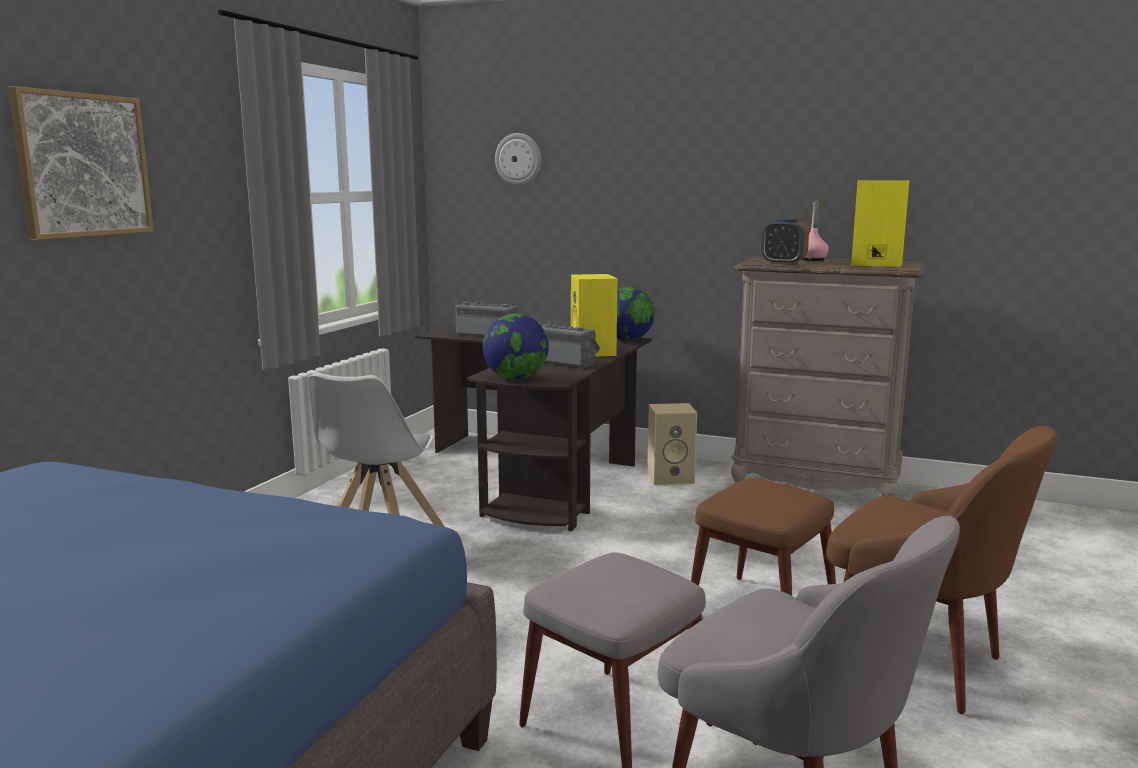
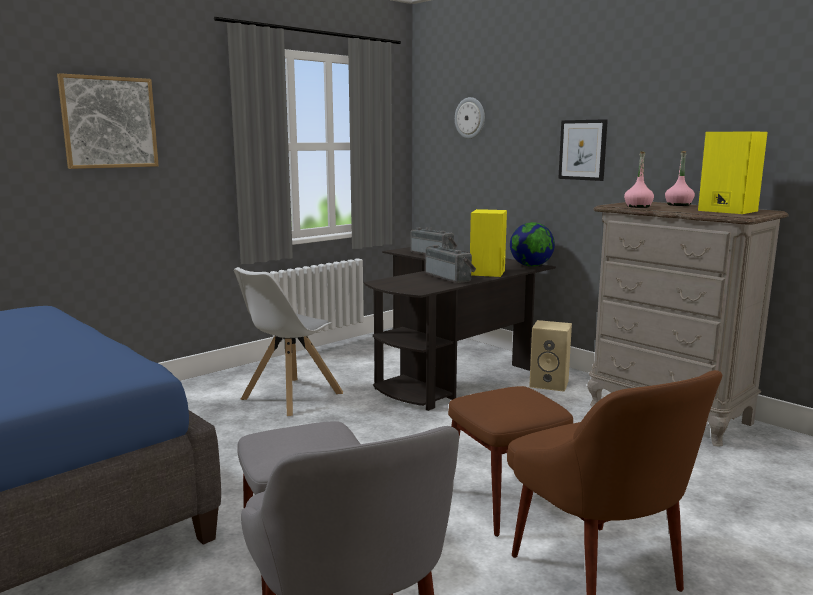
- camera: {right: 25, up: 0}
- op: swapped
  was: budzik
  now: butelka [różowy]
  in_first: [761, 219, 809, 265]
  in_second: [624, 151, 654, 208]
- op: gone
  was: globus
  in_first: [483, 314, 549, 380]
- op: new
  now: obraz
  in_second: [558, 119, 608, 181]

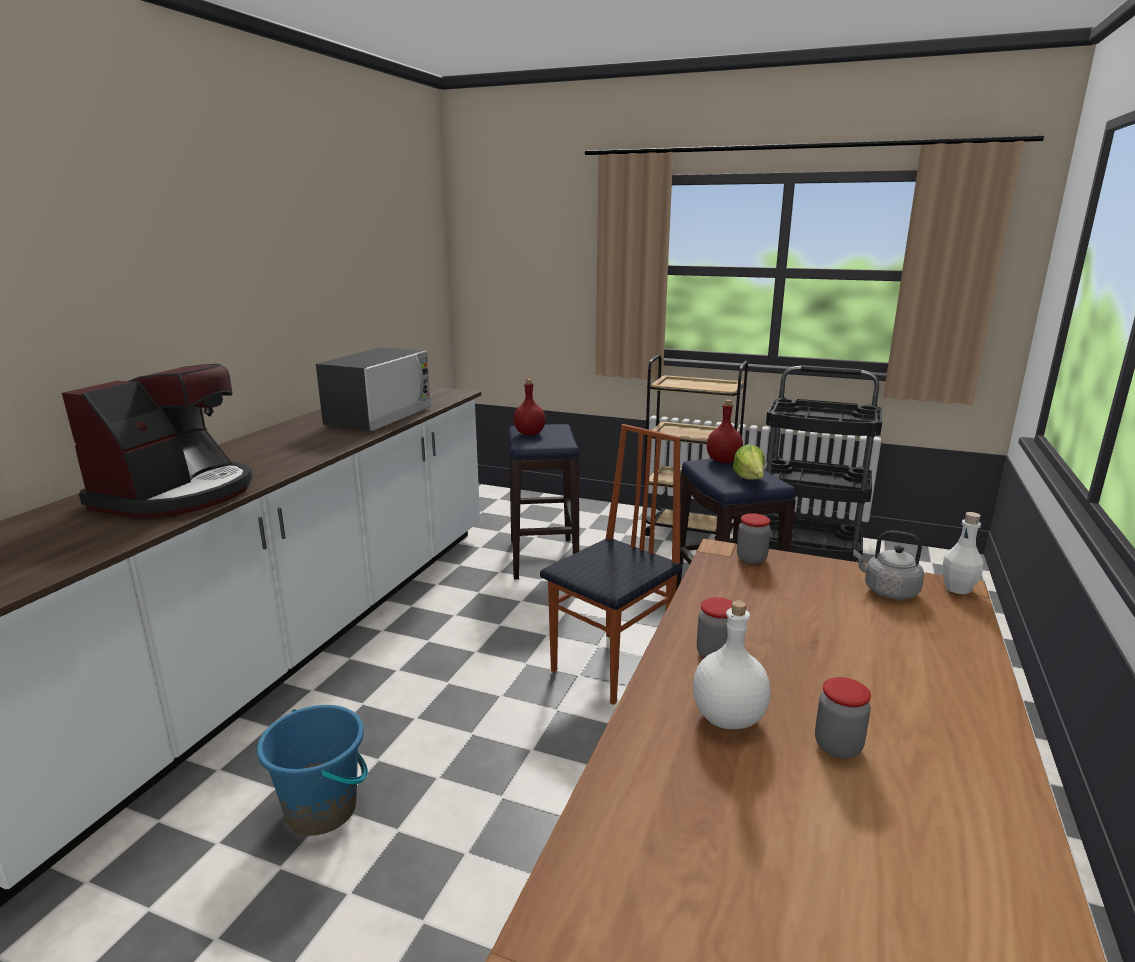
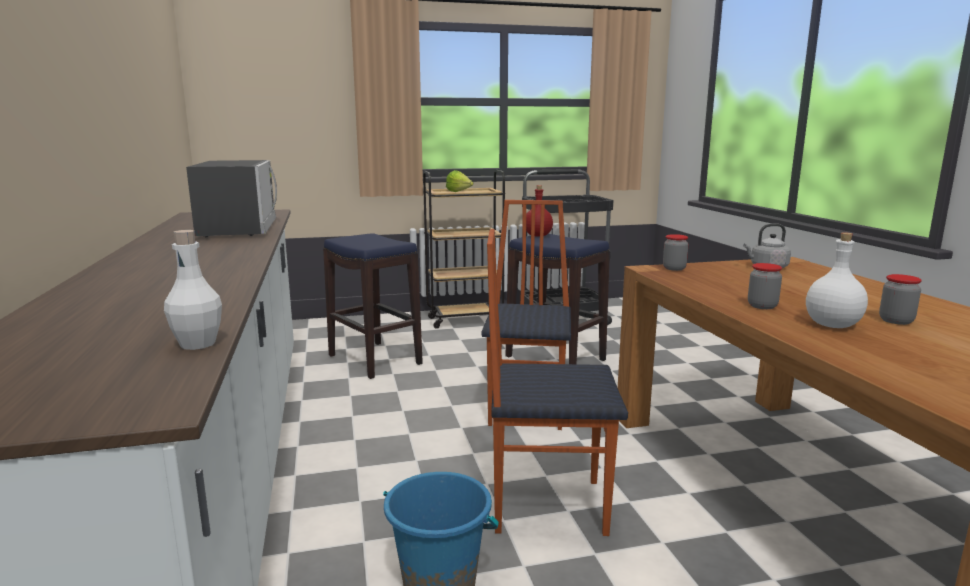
- camera: {right: -35, up: -5}
- op: gone
  was: ekspres do kawy
  in_first: [62, 364, 252, 518]
- op: gone
  was: butelka [czerwony]
  in_first: [513, 379, 546, 435]
- op: shifted
  was: sałata
  in_first: [733, 444, 765, 480]
  in_second: [446, 170, 473, 192]
- op: shifted
  was: butelka [biały]
  in_first: [943, 512, 983, 594]
  in_second: [164, 230, 222, 350]
- op: new
  now: krzesło
  in_second: [487, 229, 628, 536]

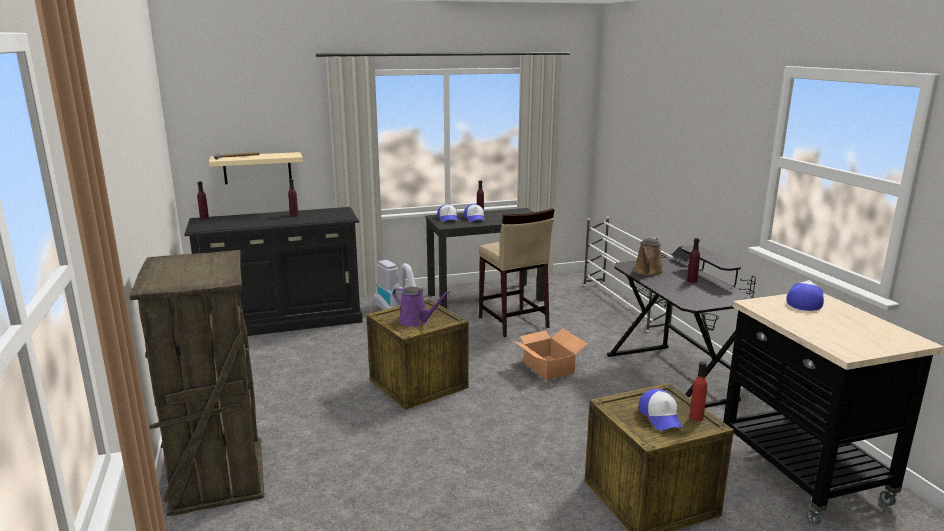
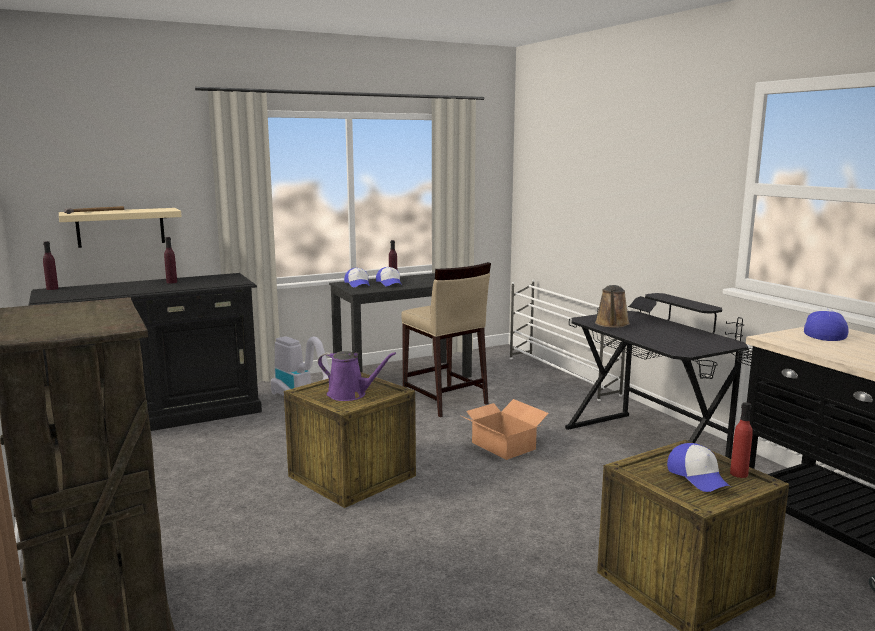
- camera: {right: -10, up: -5}
- op: gone
  was: butelka [fioletowy]
  in_first: [687, 238, 700, 283]

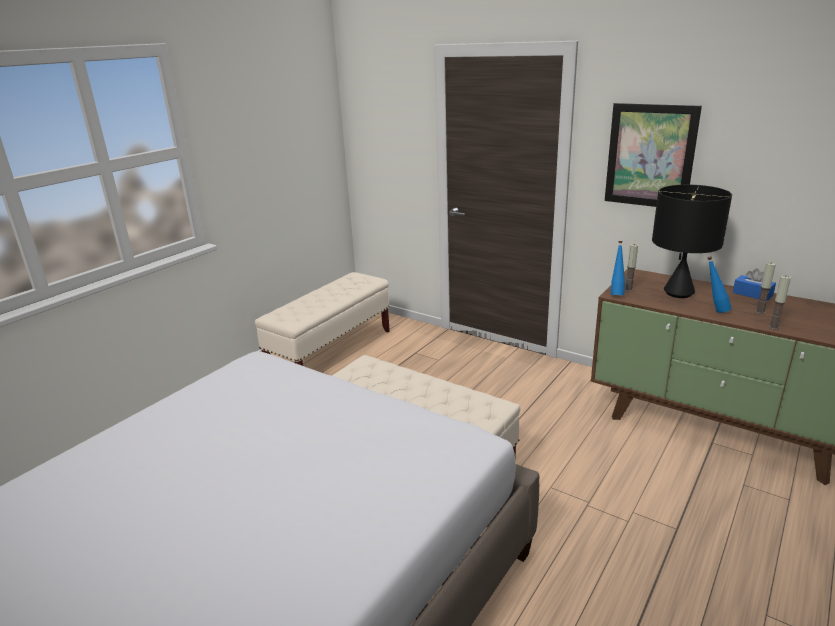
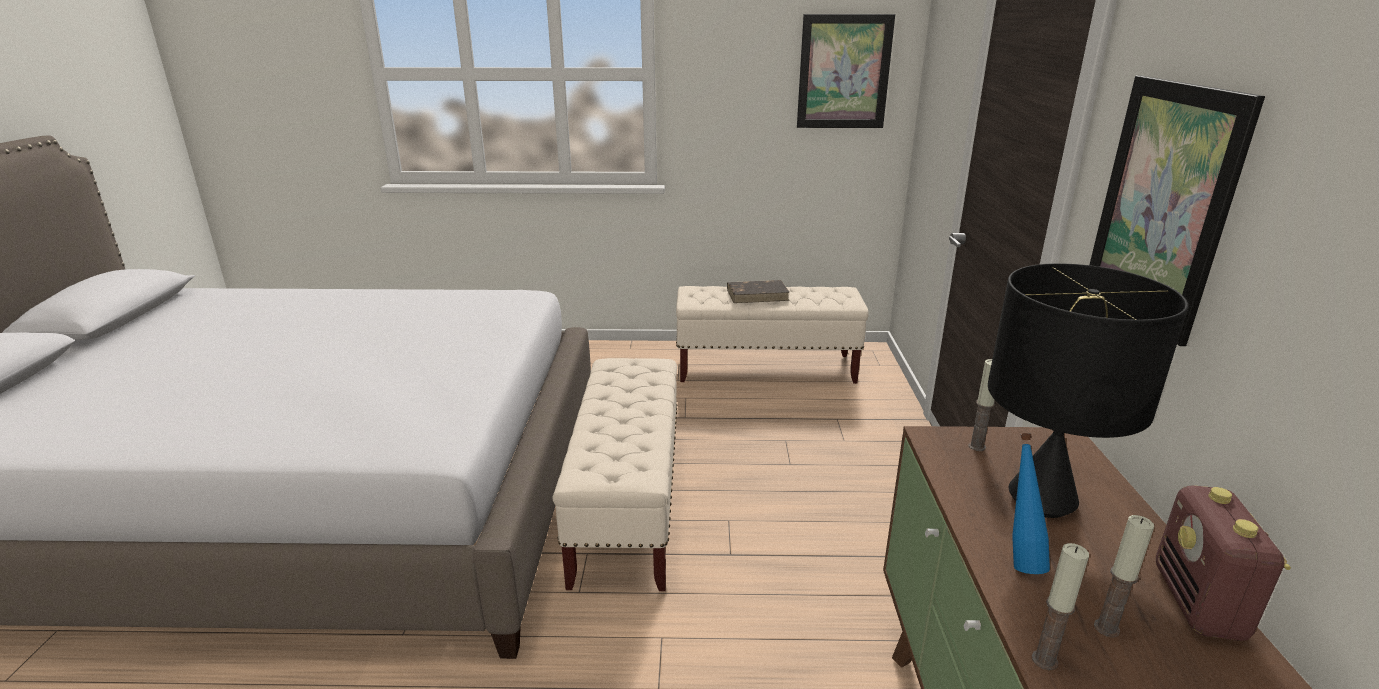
- camera: {right: 55, up: 0}
- op: gone
  was: butelka [niebieski]
  in_first: [611, 241, 625, 295]
- op: swapped
  was: pudełko chusteczek [niebieski]
  now: radio
  in_first: [733, 268, 776, 301]
  in_second: [1156, 485, 1291, 641]
- op: new
  now: obraz
  in_second: [797, 14, 895, 128]
- op: new
  now: książka [brązowy]
  in_second: [727, 280, 790, 303]

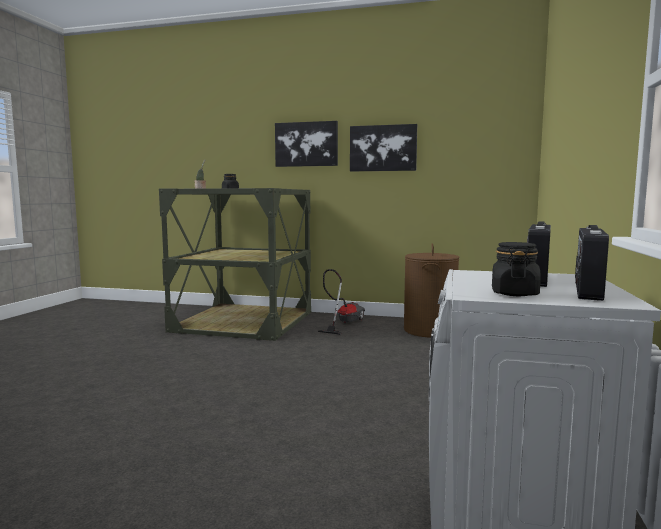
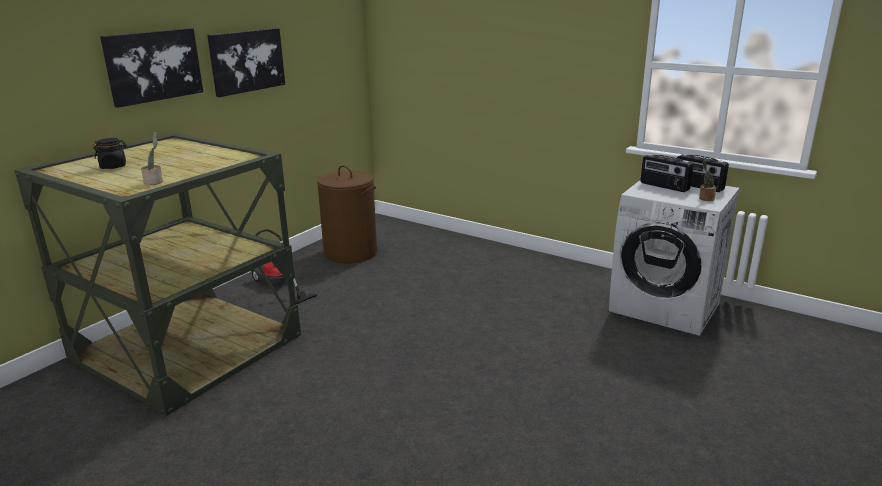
- camera: {right: -70, up: 15}
- op: swapped
  was: słoik [czarny]
  now: roślina doniczkowa
  in_first: [492, 242, 541, 296]
  in_second: [699, 158, 716, 201]

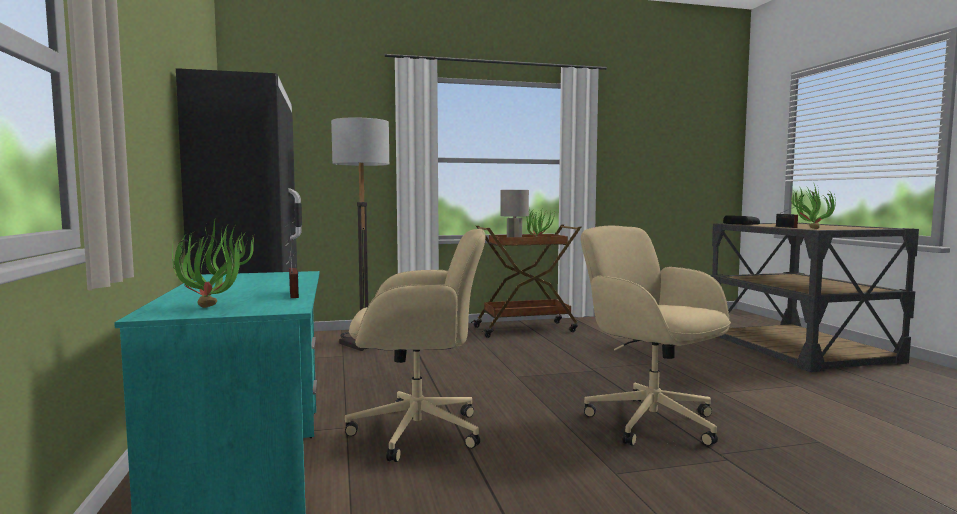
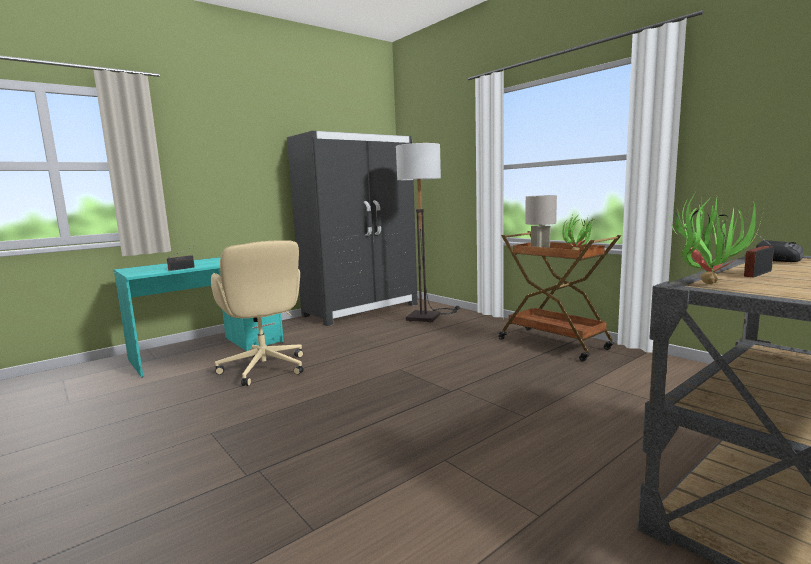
- camera: {right: 65, up: 5}
- op: gone
  was: roślina doniczkowa
  in_first: [172, 220, 255, 308]
- op: gone
  was: krzesło biurowe [beżowy]
  in_first: [581, 226, 731, 446]

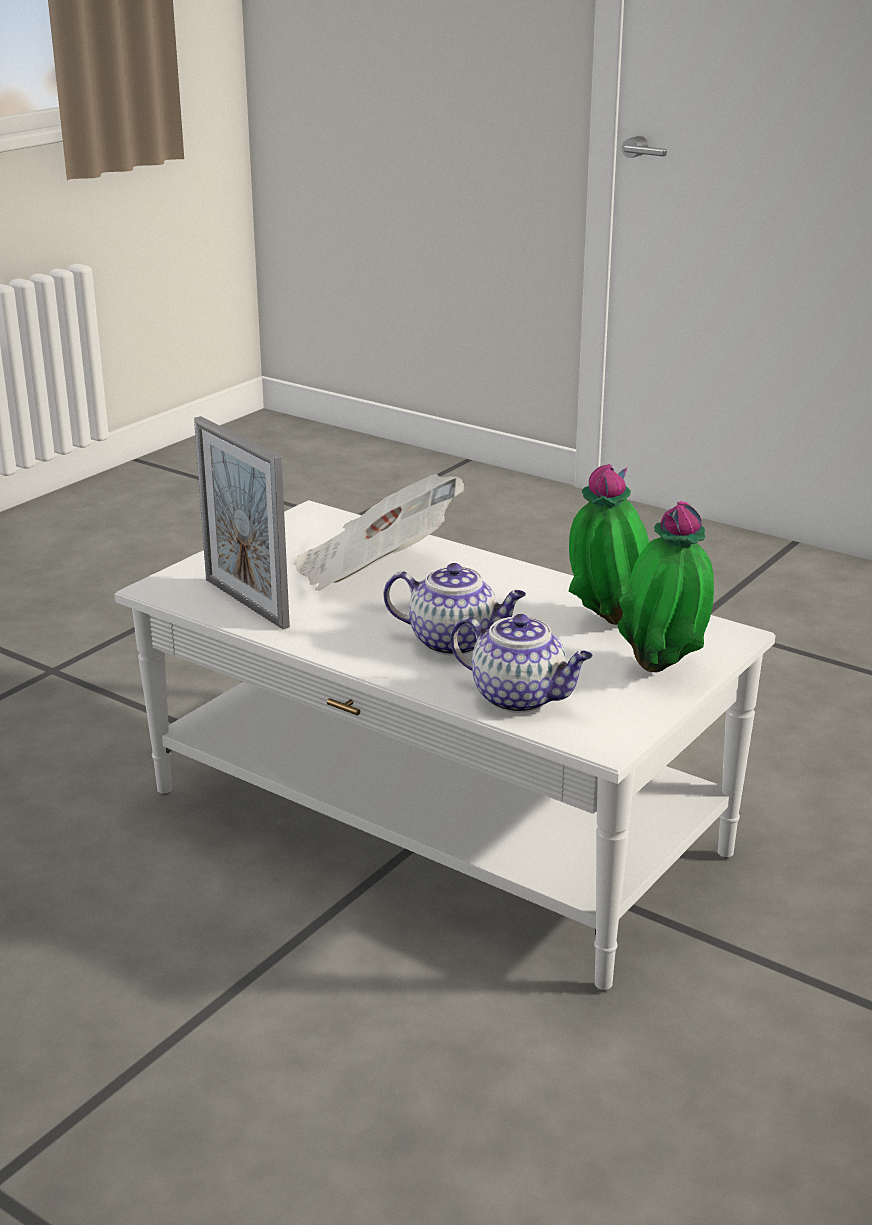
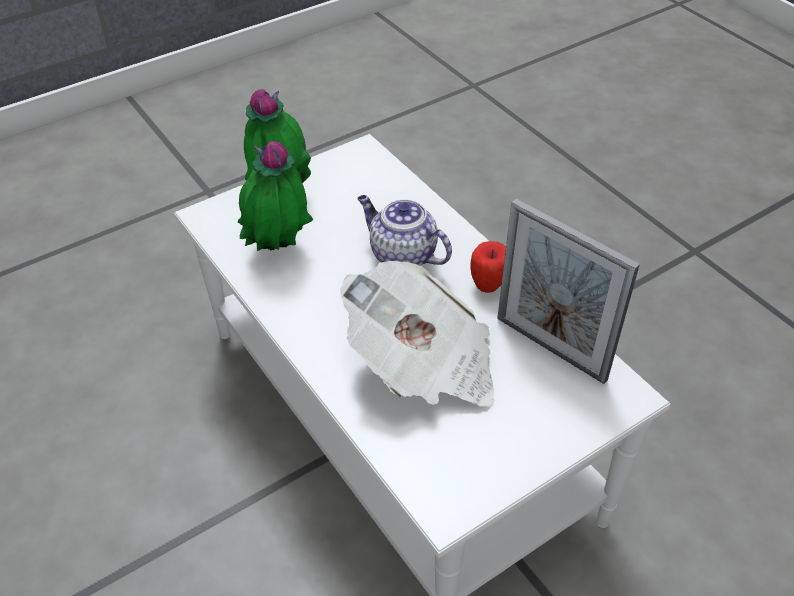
- camera: {right: -160, up: 20}
- op: rotated
  was: ramka na zdjęcie
  in_first: [194, 416, 290, 629]
  in_second: [497, 199, 640, 384]
  clockwise: 150
- op: gone
  was: imbryk
  in_first: [450, 614, 593, 713]
- op: new
  now: jabłko
  in_second: [470, 241, 506, 293]

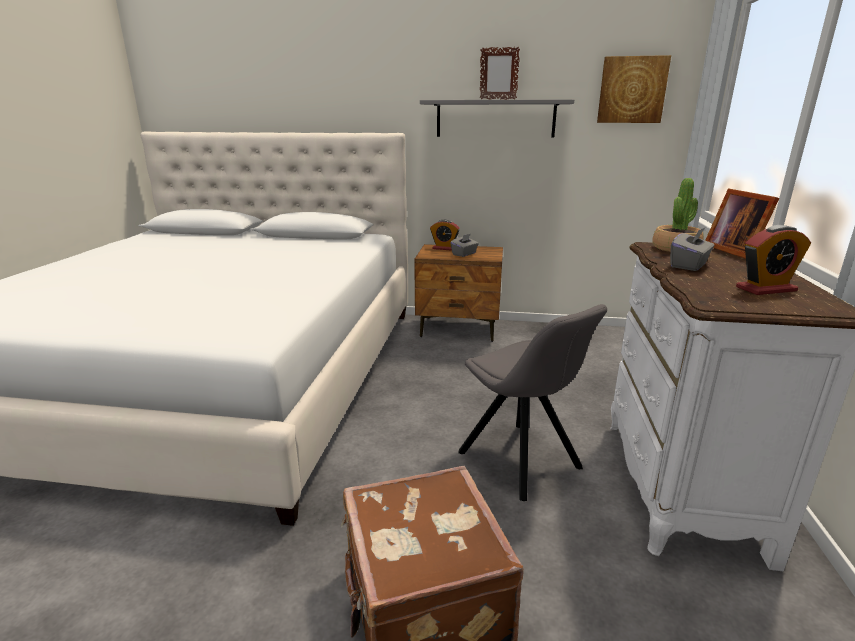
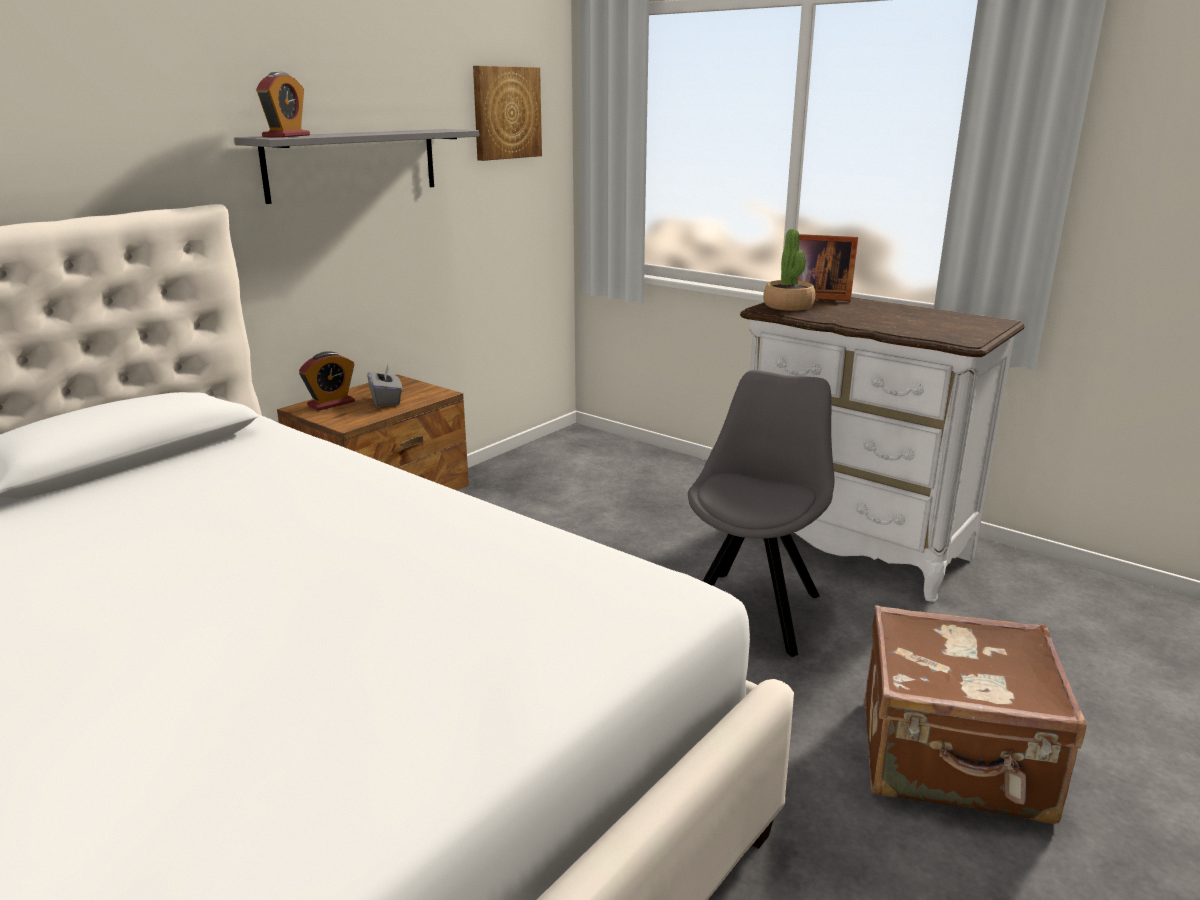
- camera: {right: -60, up: 0}
- op: gone
  was: ramka na zdjęcie
  in_first: [480, 47, 520, 100]
- op: shifted
  was: budzik
  in_first: [736, 225, 811, 295]
  in_second: [256, 72, 310, 137]
- op: gone
  was: pudełko chusteczek [szary]
  in_first: [670, 227, 715, 271]
- op: rotated
  was: krzesło [szary]
  in_first: [458, 304, 607, 501]
  in_second: [688, 370, 834, 657]
  clockwise: -60

